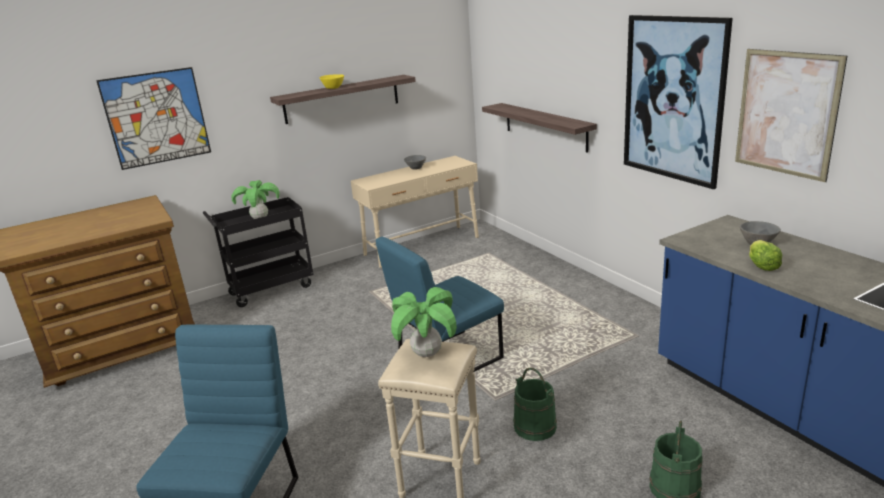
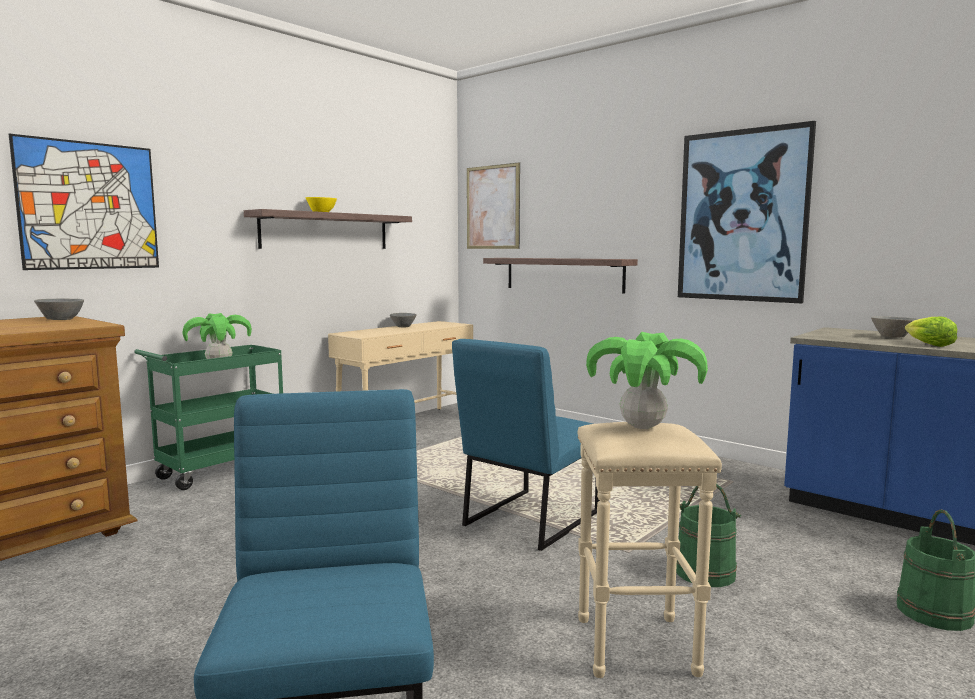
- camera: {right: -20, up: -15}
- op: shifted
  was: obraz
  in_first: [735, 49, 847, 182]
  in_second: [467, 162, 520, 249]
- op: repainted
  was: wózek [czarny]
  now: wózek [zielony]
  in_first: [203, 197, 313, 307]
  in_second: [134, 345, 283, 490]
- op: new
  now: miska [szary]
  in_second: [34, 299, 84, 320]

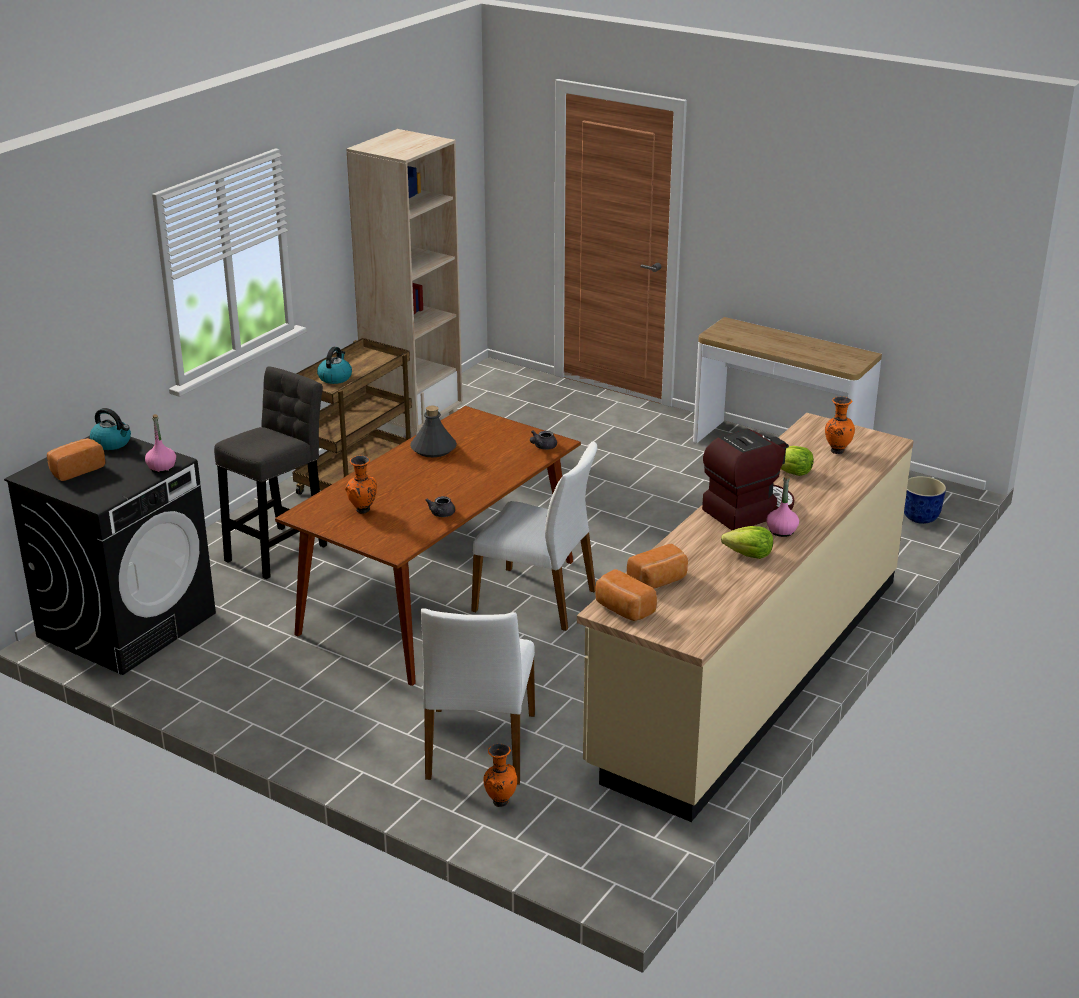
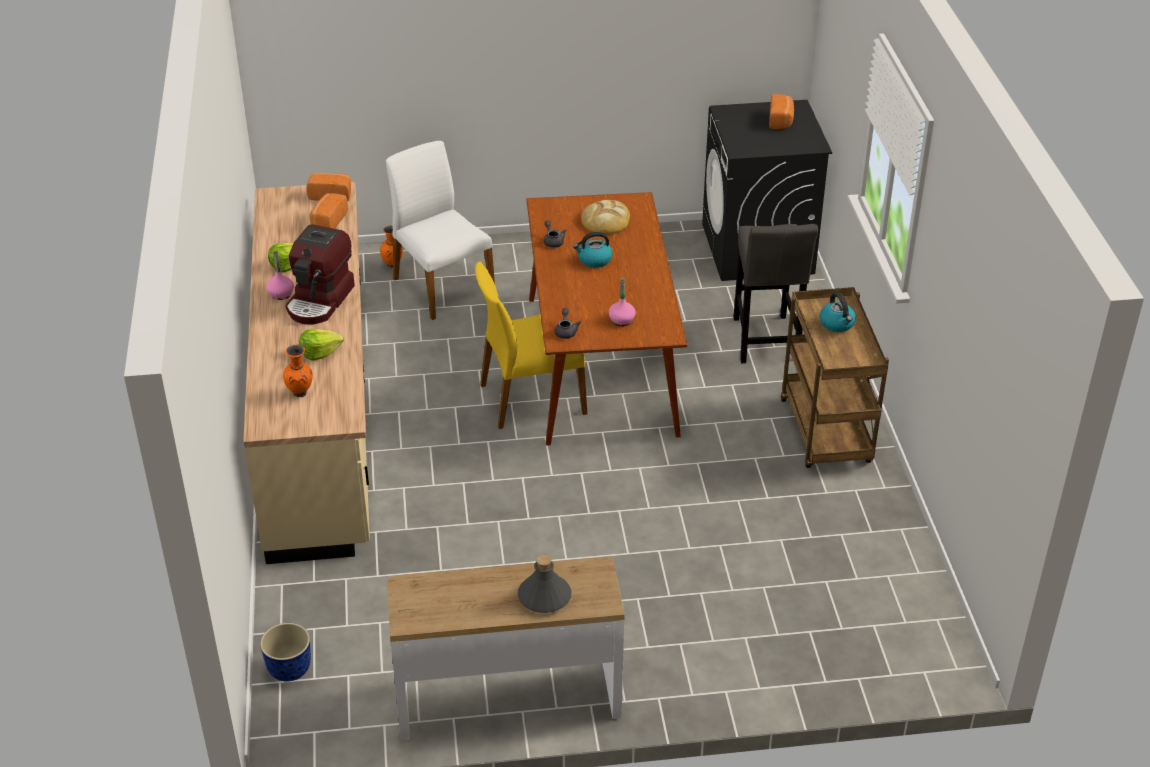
- camera: {right: 140, up: 10}
- op: gone
  was: regał [beżowy]
  in_first: [346, 129, 463, 437]
- op: shifted
  was: butelka [szary]
  in_first: [410, 406, 457, 457]
  in_second: [518, 555, 571, 613]
- op: shifted
  was: czajnik
  in_first: [90, 408, 131, 450]
  in_second: [573, 232, 613, 268]
- op: shifted
  was: butelka [różowy]
  in_first: [145, 414, 176, 473]
  in_second: [608, 277, 636, 326]
- op: repainted
  was: krzesło [biały]
  now: krzesło [żółty]
  in_first: [471, 442, 597, 631]
  in_second: [475, 261, 587, 429]
- op: swapped
  was: wazon [pomarańczowy]
  now: chleb
  in_first: [345, 456, 377, 514]
  in_second: [581, 200, 630, 234]

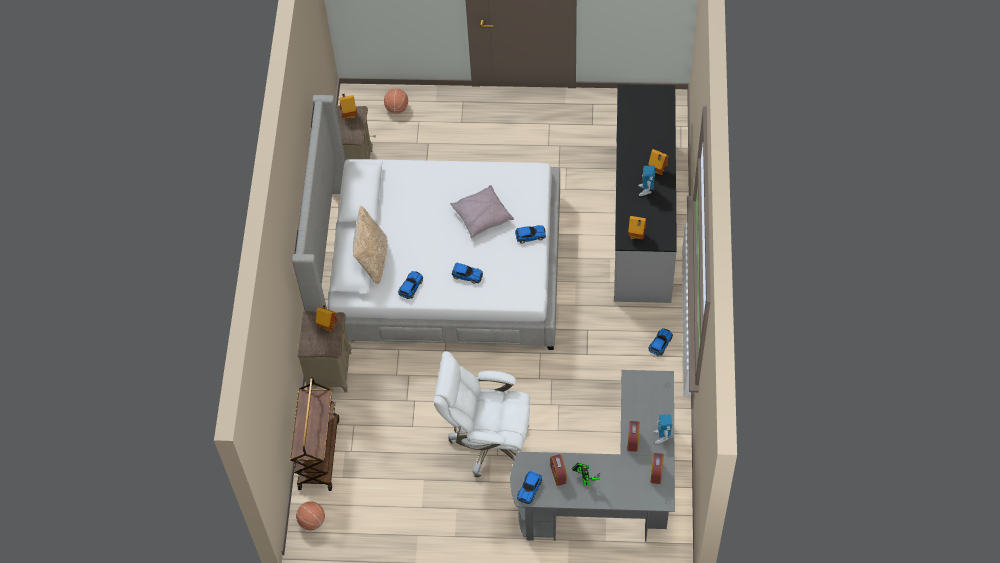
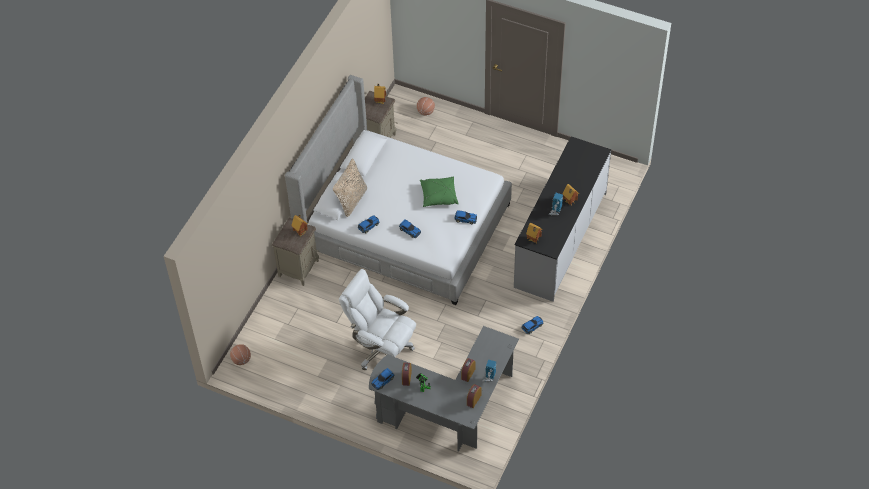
- camera: {right: 20, up: -5}
- op: repainted
  was: poduszka [fioletowy]
  now: poduszka [zielony]
  in_first: [450, 185, 514, 238]
  in_second: [420, 177, 459, 207]
- op: gone
  was: wózek [brązowy]
  in_first: [290, 377, 339, 491]

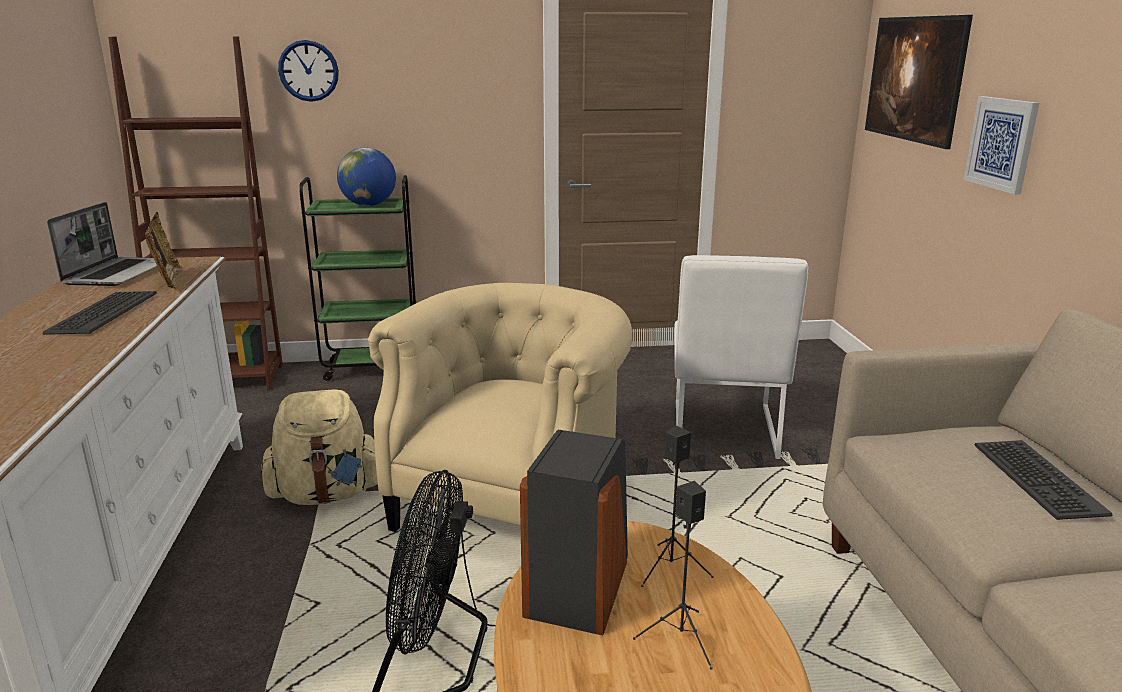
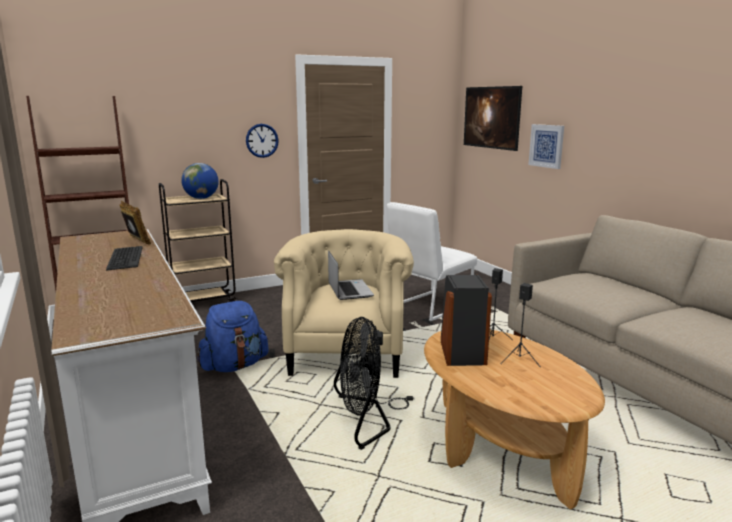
- camera: {right: -20, up: -5}
- op: shifted
  was: zegar ścienny
  in_first: [278, 40, 339, 102]
  in_second: [246, 124, 279, 158]
- op: repainted
  was: wózek [zielony]
  now: wózek [beżowy]
  in_first: [299, 175, 416, 381]
  in_second: [159, 179, 236, 302]
- op: shifted
  was: laptop
  in_first: [47, 202, 157, 286]
  in_second: [328, 250, 374, 300]
- op: rotated
  was: krzesło [biały]
  in_first: [674, 255, 809, 459]
  in_second: [387, 202, 477, 321]
  clockwise: 60
- op: repainted
  was: plecak [beżowy]
  now: plecak [niebieski]
  in_first: [261, 390, 378, 505]
  in_second: [198, 301, 269, 372]
- op: gone
  was: klawiatura
  in_first: [975, 440, 1112, 520]

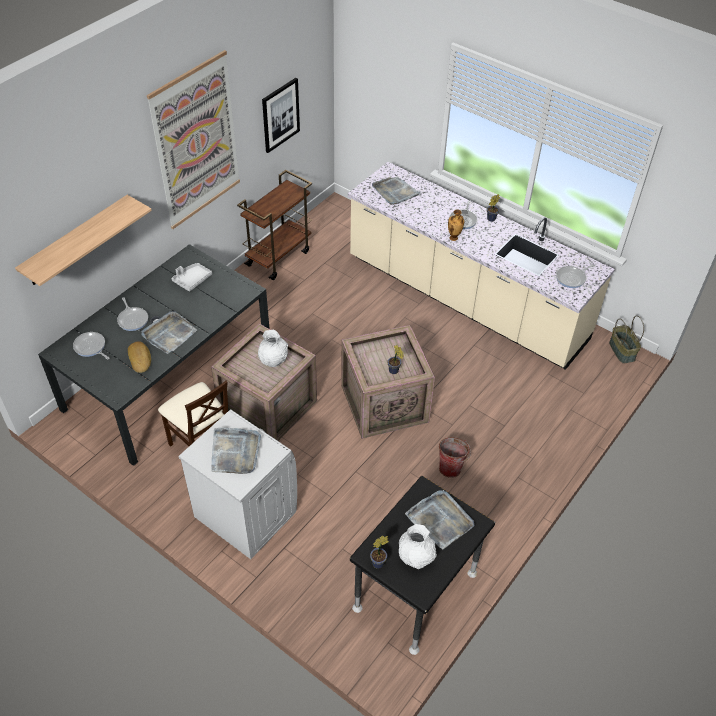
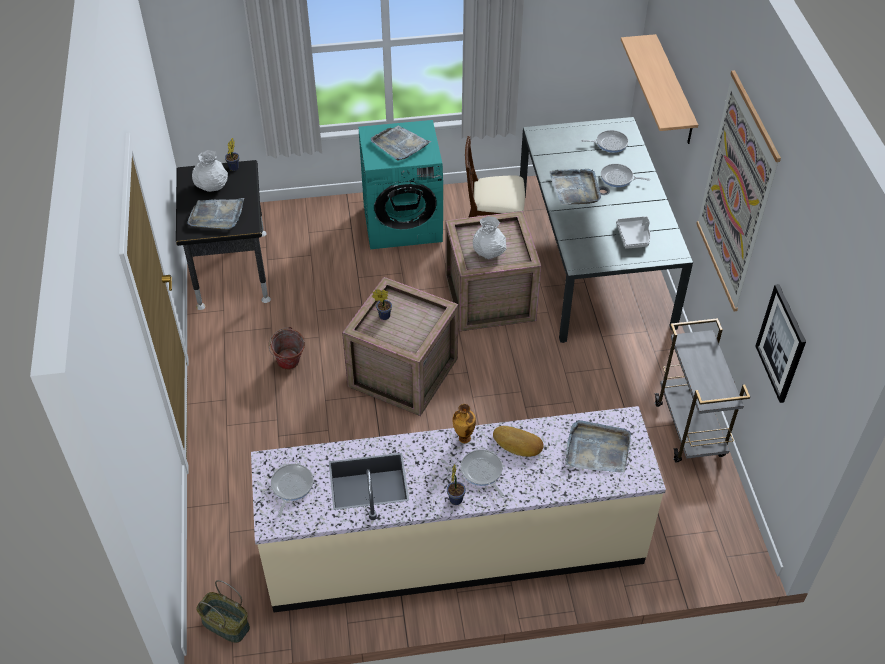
- camera: {right: 135, up: 0}
- op: repainted
  was: wózek [brązowy]
  now: wózek [szary]
  in_first: [237, 170, 312, 280]
  in_second: [654, 318, 750, 462]
- op: shifted
  was: chleb
  in_first: [128, 341, 151, 373]
  in_second: [493, 426, 544, 457]
- op: repainted
  was: pralka [biały]
  now: pralka [turkusowy]
  in_first: [179, 409, 297, 559]
  in_second: [358, 120, 443, 249]

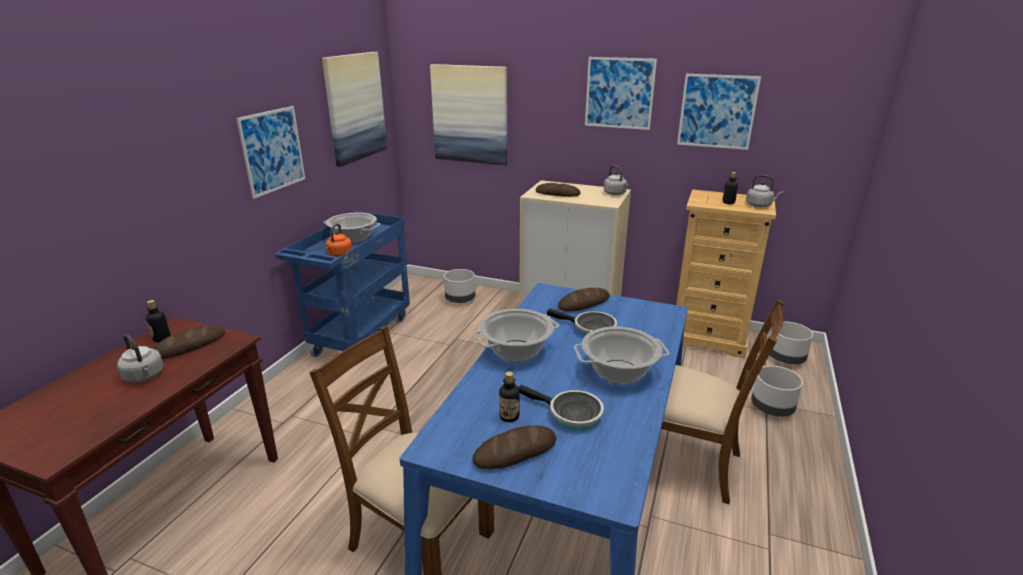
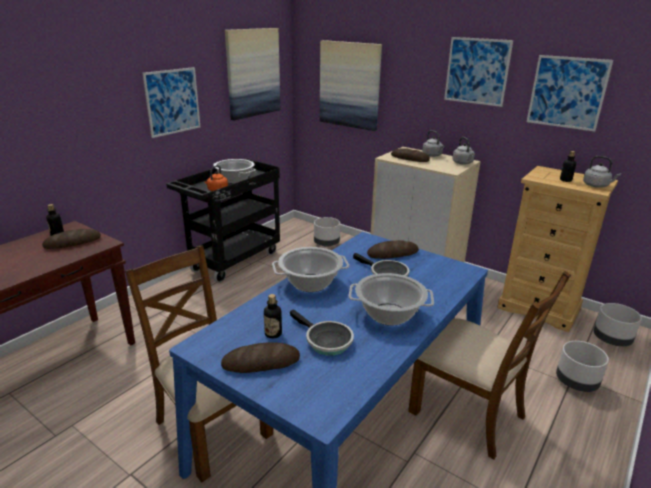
- camera: {right: 15, up: 0}
- op: repainted
  was: wózek [niebieski]
  now: wózek [czarny]
  in_first: [275, 211, 410, 357]
  in_second: [166, 159, 280, 283]
- op: shifted
  was: czajnik [szary]
  in_first: [117, 334, 164, 383]
  in_second: [422, 130, 444, 157]

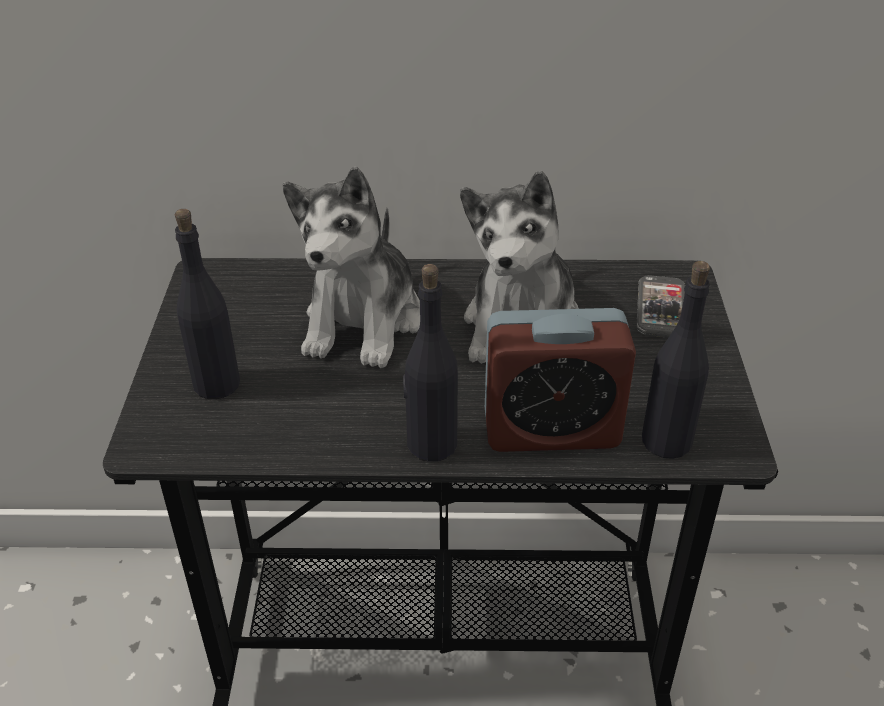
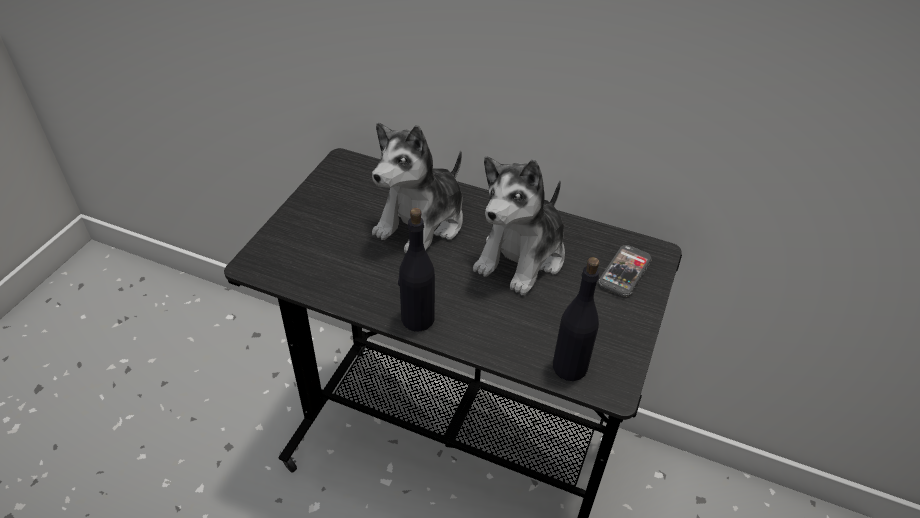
- camera: {right: 20, up: 5}
- op: gone
  was: butelka [czarny]
  in_first: [175, 209, 240, 399]
- op: gone
  was: budzik
  in_first: [485, 308, 636, 452]

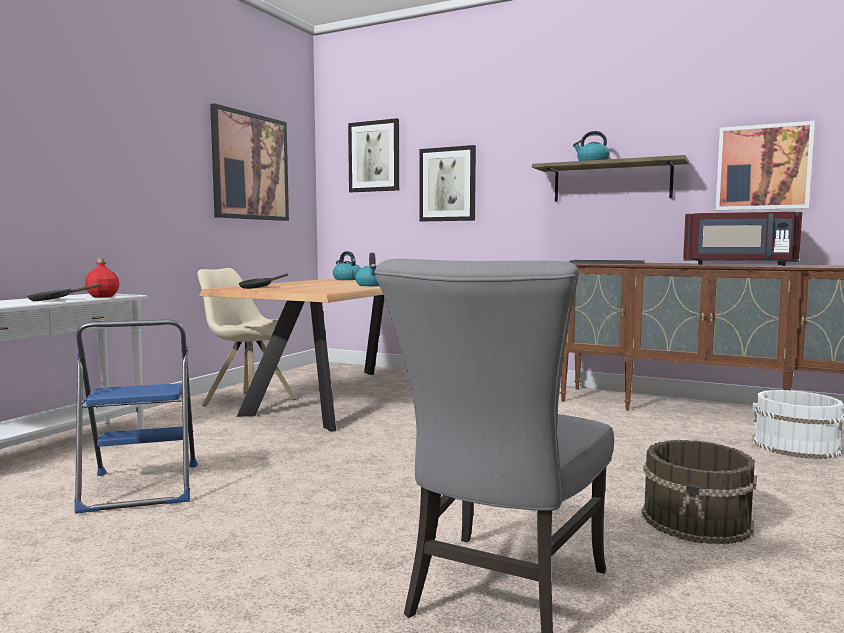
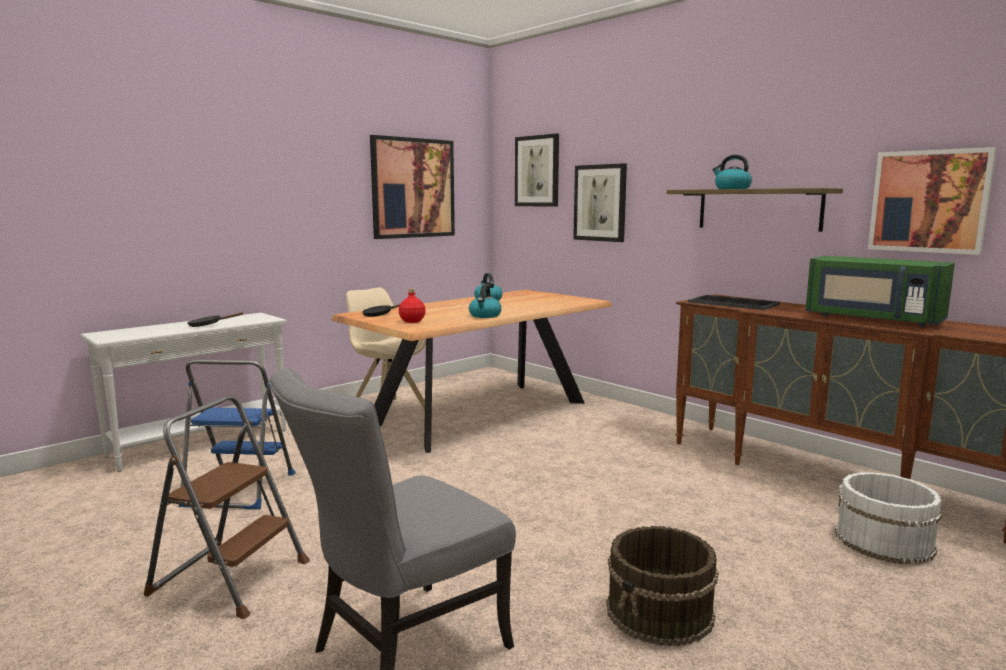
- camera: {right: 20, up: 5}
- op: repainted
  was: mikrofalówka [czerwony]
  now: mikrofalówka [zielony]
  in_first: [683, 212, 802, 266]
  in_second: [805, 256, 955, 327]
- op: shifted
  was: butelka [czerwony]
  in_first: [85, 258, 120, 297]
  in_second: [399, 289, 426, 323]
- op: new
  now: drabinka [brązowy]
  in_second: [144, 396, 310, 619]

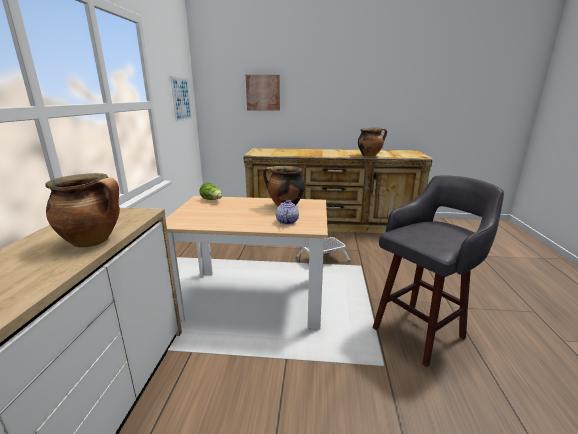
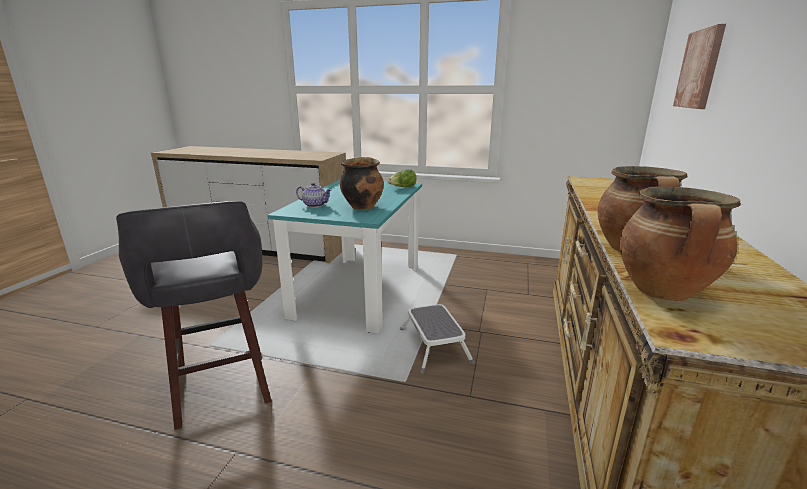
- camera: {right: 100, up: 0}
- op: gone
  was: obraz
  in_first: [170, 76, 192, 122]
- op: shifted
  was: garnek
  in_first: [45, 173, 120, 247]
  in_second: [620, 187, 741, 301]
- op: repainted
  was: stół jadalny [beżowy]
  now: stół jadalny [turkusowy]
  in_first: [166, 196, 328, 329]
  in_second: [267, 180, 422, 333]

